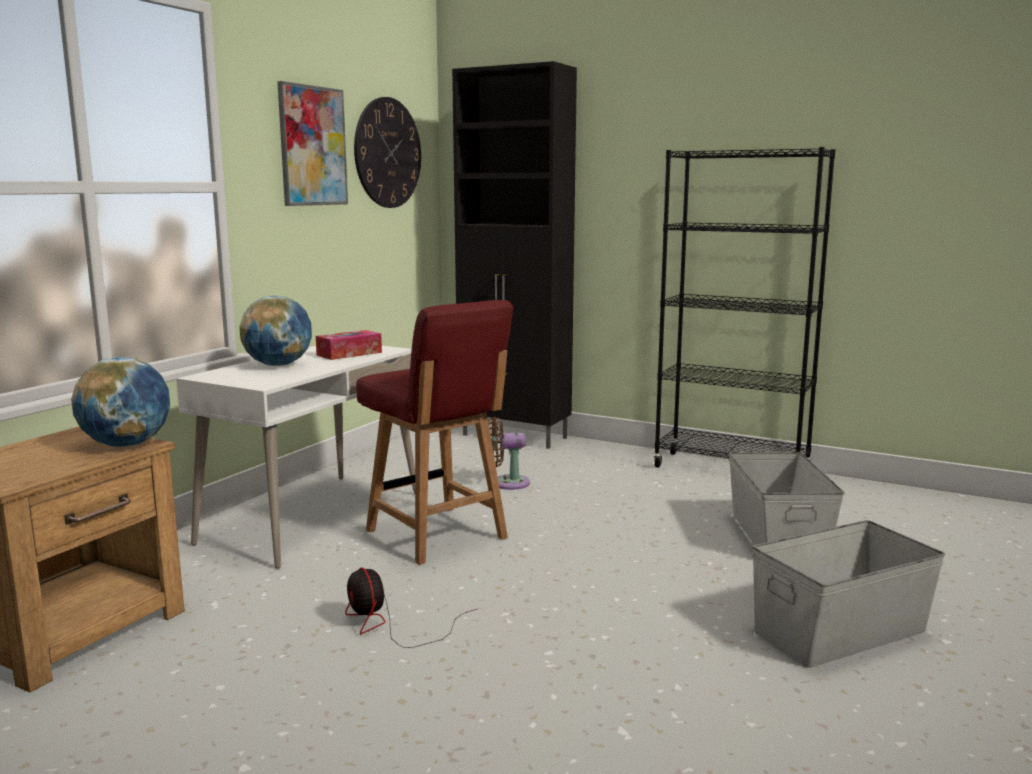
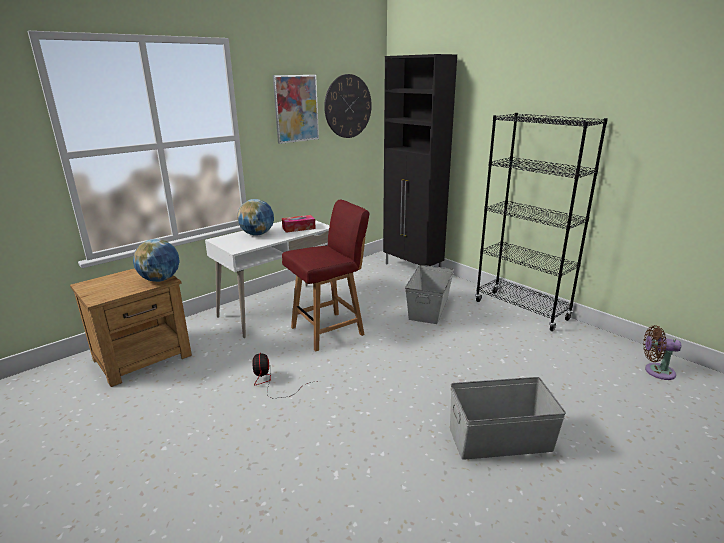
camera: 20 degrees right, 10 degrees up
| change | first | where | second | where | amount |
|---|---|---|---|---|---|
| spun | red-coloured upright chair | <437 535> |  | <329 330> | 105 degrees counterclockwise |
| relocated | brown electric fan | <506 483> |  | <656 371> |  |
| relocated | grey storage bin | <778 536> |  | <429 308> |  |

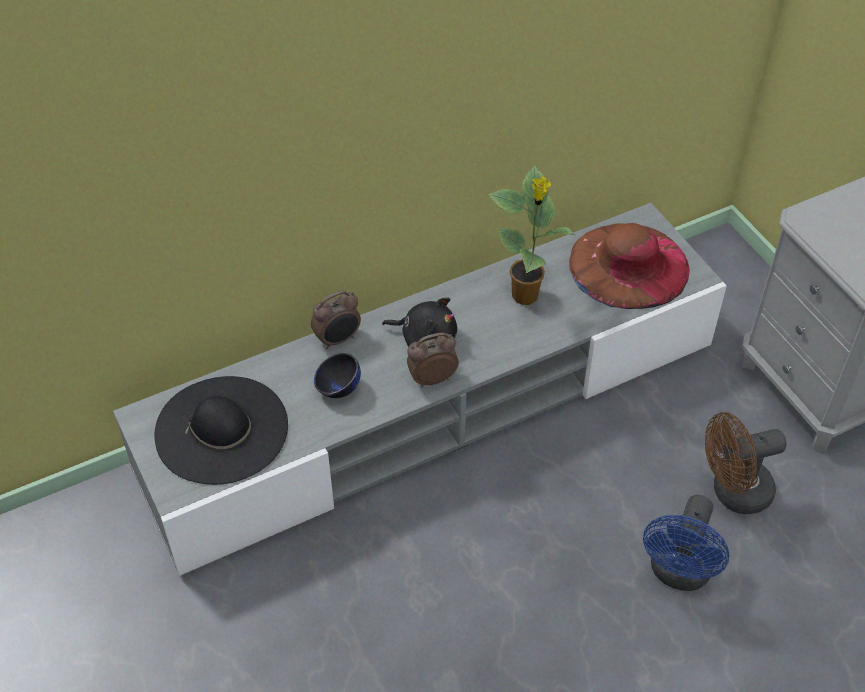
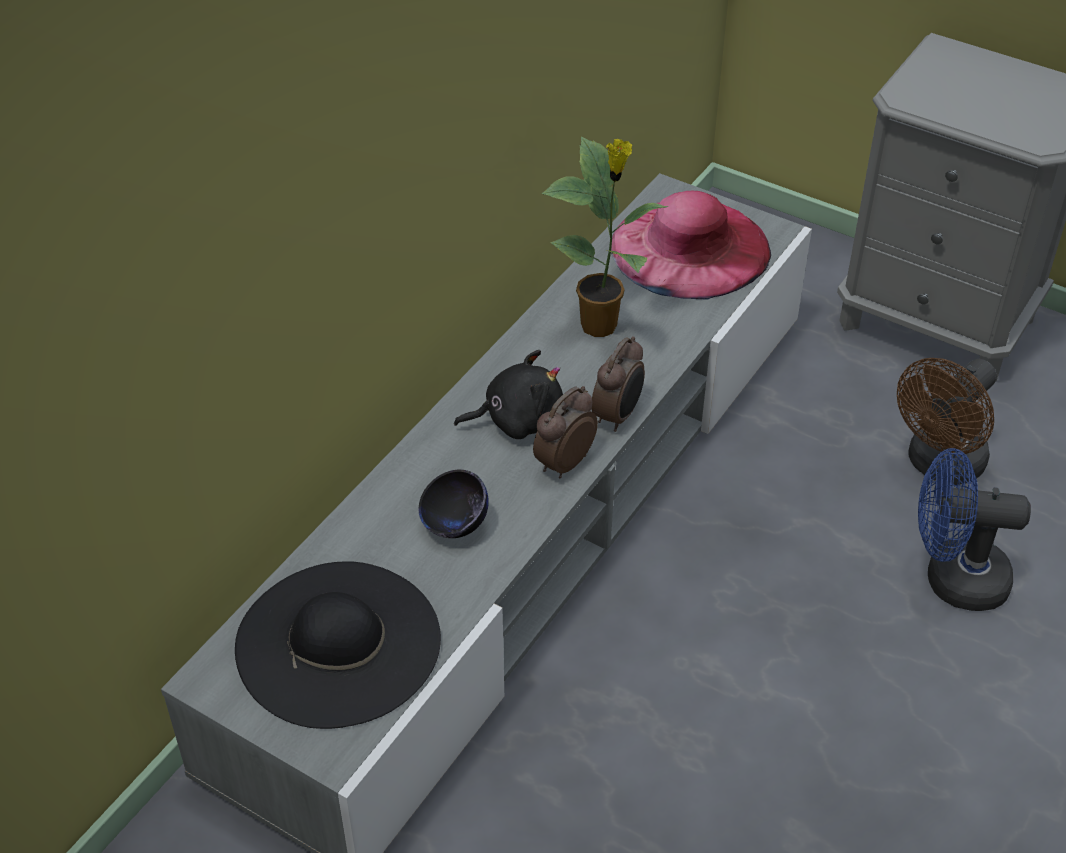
camera: 30 degrees left, 5 degrees down
| change | first | where | second | where | amount |
|---|---|---|---|---|---|
| relocated | alarm clock | <338 340> |  | <618 415> |  |
| colour | brown wearable hat | <628 265> | pinkish wearable hat | <690 247> |  |
| spun | blue electric fan | <679 574> |  | <952 579> | 105 degrees clockwise |

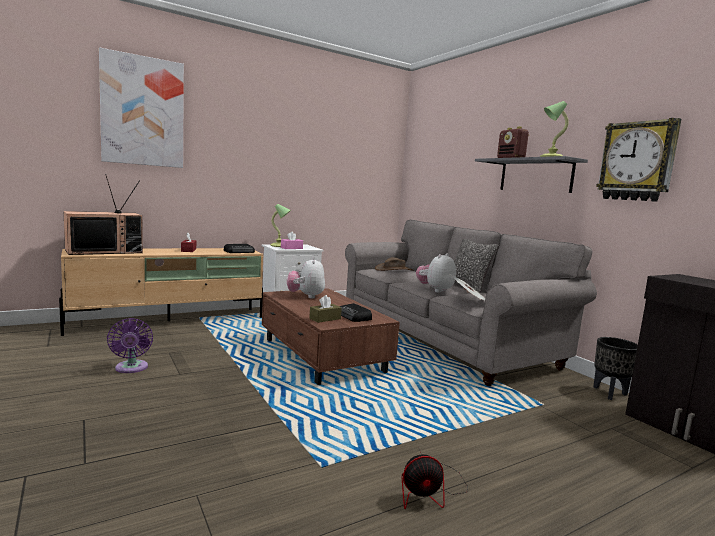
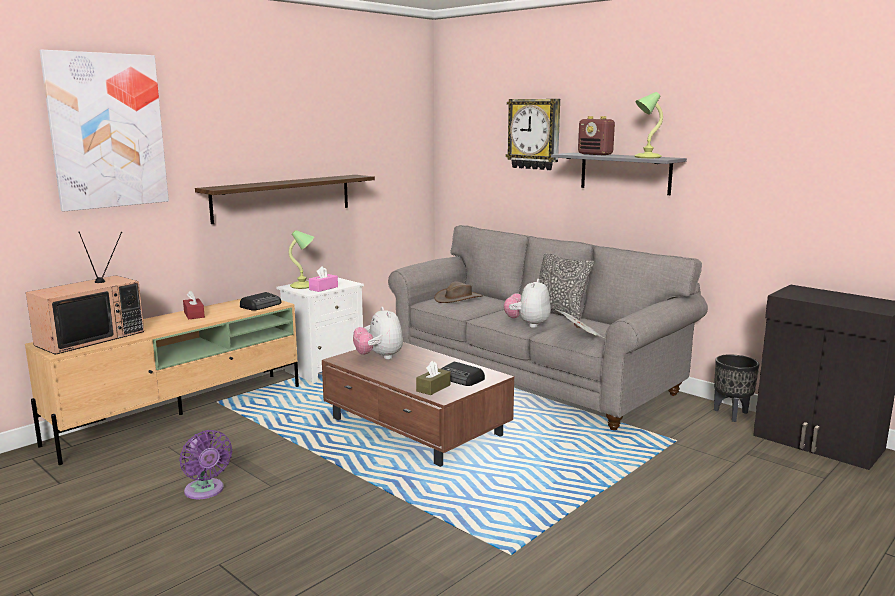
camera: 15 degrees left, 5 degrees up
| change | first | where | second | where | amount |
|---|---|---|---|---|---|
| missing | electric fan | <430 490> |  |  |  |
| relocated | wall clock | <637 161> |  | <534 134> |  |
| appeared |  |  | shelf | <283 198> |  |

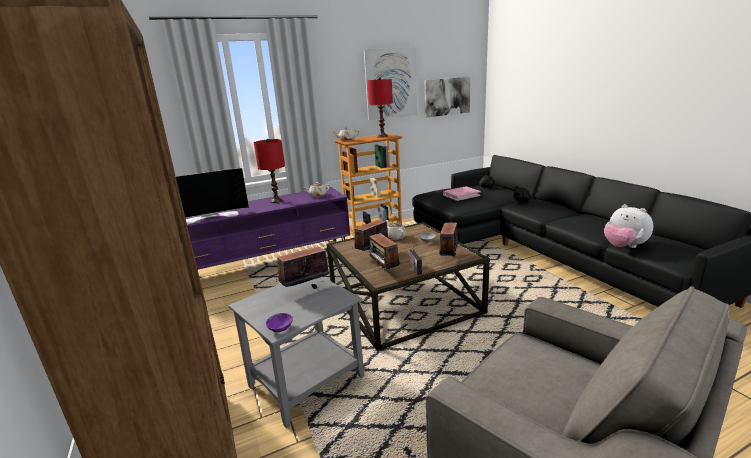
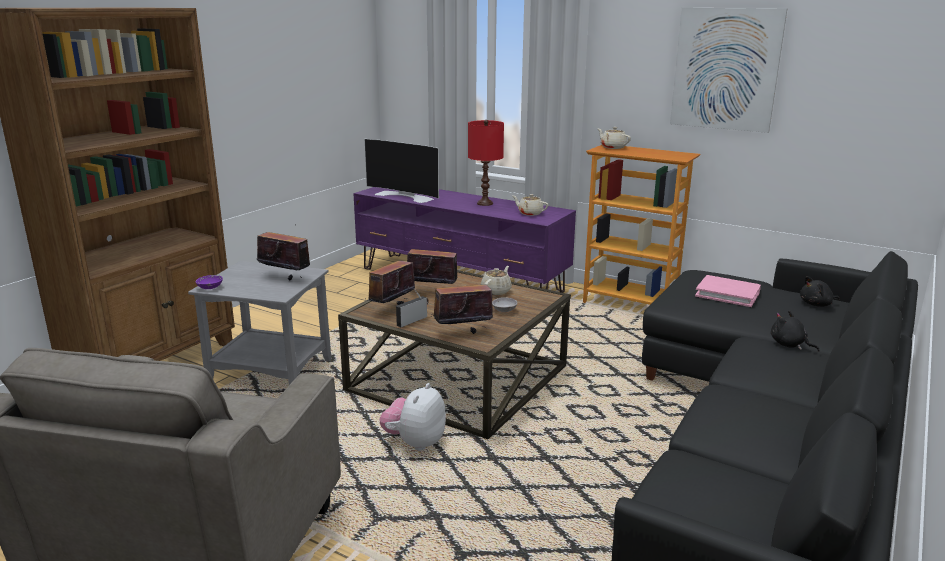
camera: 55 degrees right, 0 degrees up
| change | first | where | second | where | amount |
|---|---|---|---|---|---|
| missing | red-coloured table lamp | <382 136> |  |  |  |
| missing | picture | <446 96> |  |  |  |
| relocated | cuddly toy | <624 247> |  | <415 443> |  |

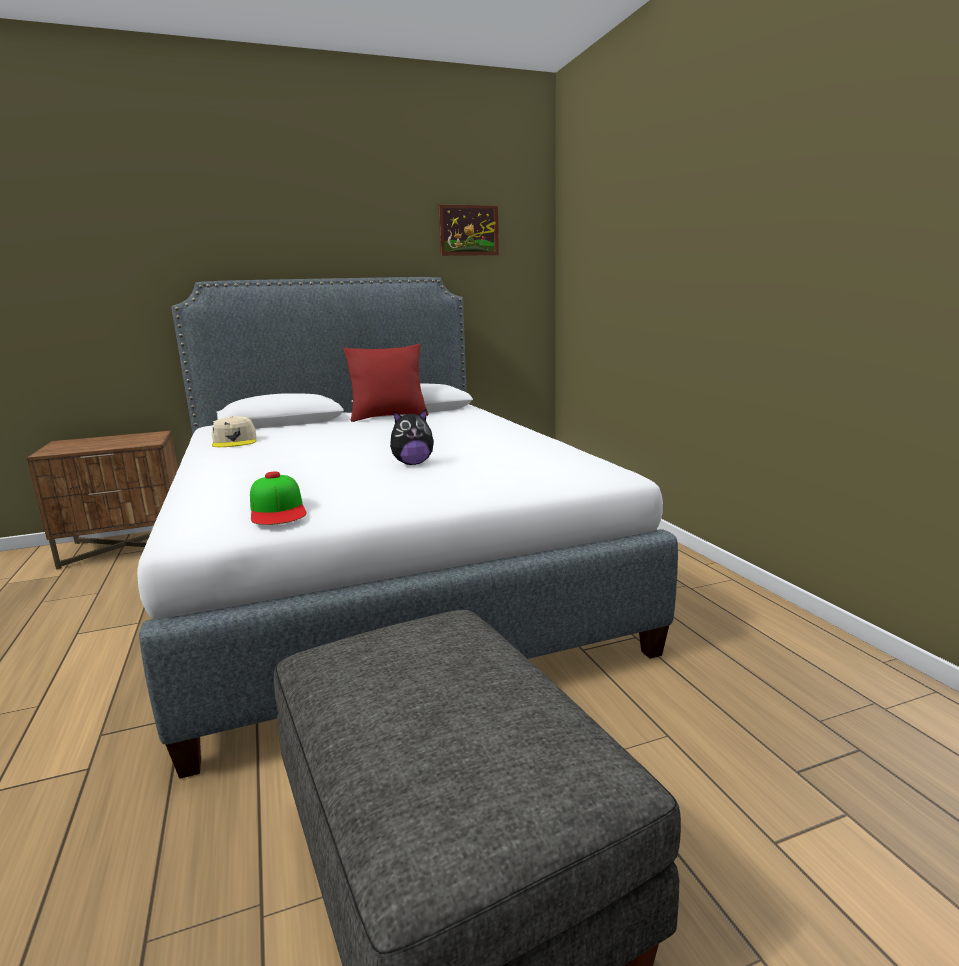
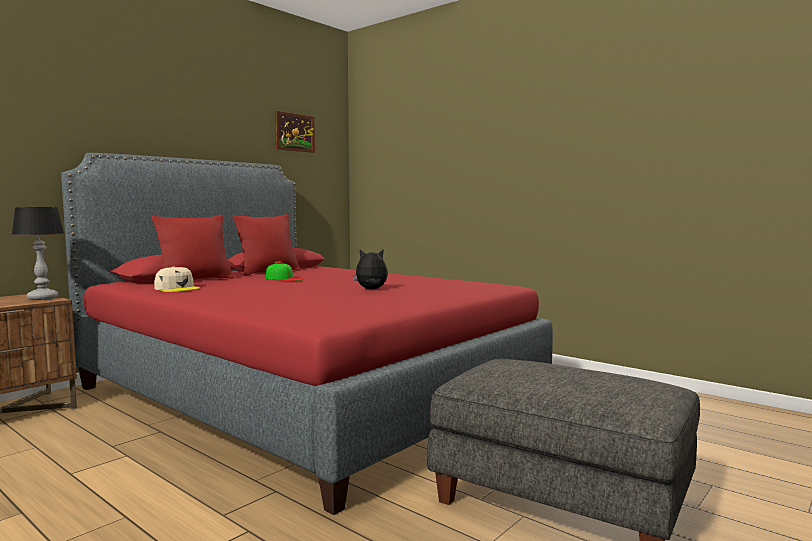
camera: 30 degrees left, 10 degrees down
| change | first | where | second | where | amount |
|---|---|---|---|---|---|
| colour | whitish bedroom bed | <380 573> | red-coloured bedroom bed | <303 394> |  |
| relocated | cap | <278 509> |  | <284 278> |  |
| spun | cuddly toy | <413 463> |  | <371 289> | 135 degrees counterclockwise |
| appeared |  |  | table lamp | <42 298> |  |
| appeared |  |  | red-coloured pillow | <195 280> |  |

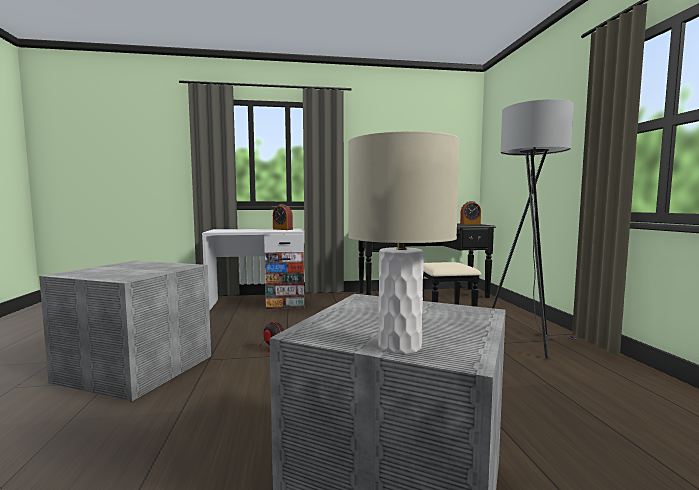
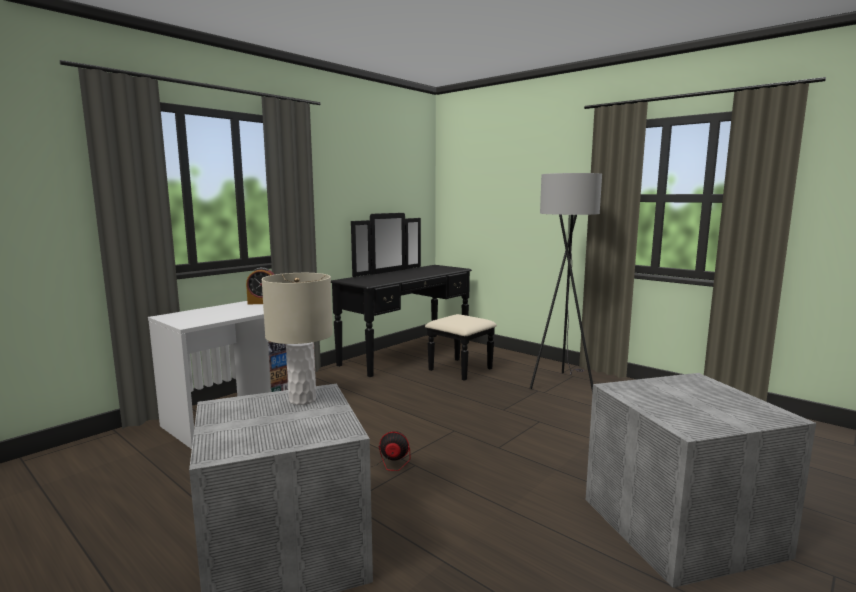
camera: 40 degrees left, 5 degrees up
| change | first | where | second | where | amount |
|---|---|---|---|---|---|
| relocated | beige table lamp | <399 346> |  | <302 400> |  |
| missing | alarm clock | <470 224> |  |  |  |

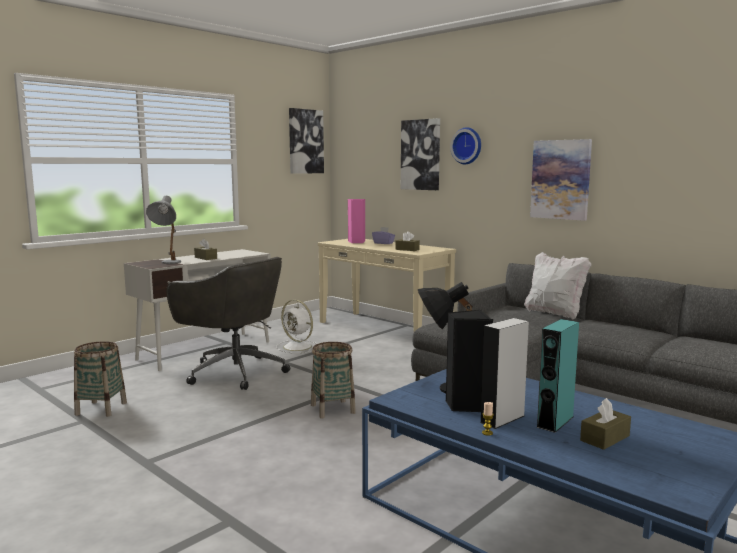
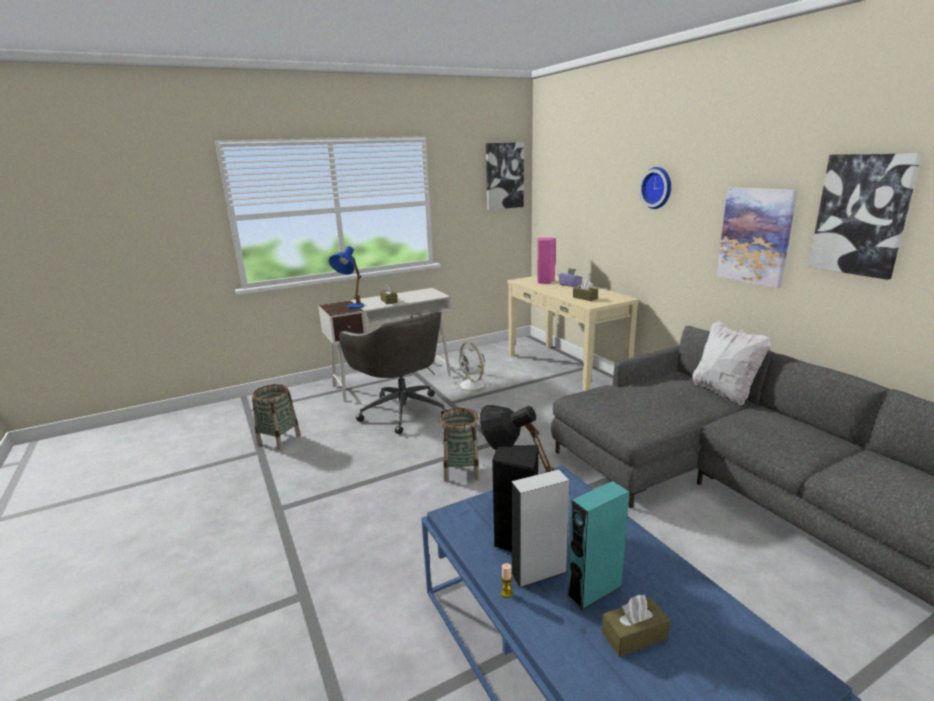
camera: 20 degrees right, 10 degrees up
| change | first | where | second | where | amount |
|---|---|---|---|---|---|
| colour | grey table lamp | <168 263> | blue table lamp | <351 308> |  |
| relocated | picture | <421 155> |  | <861 215> |  |

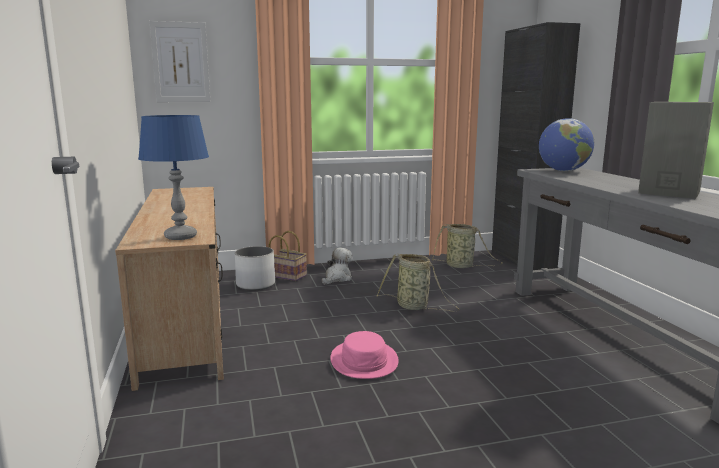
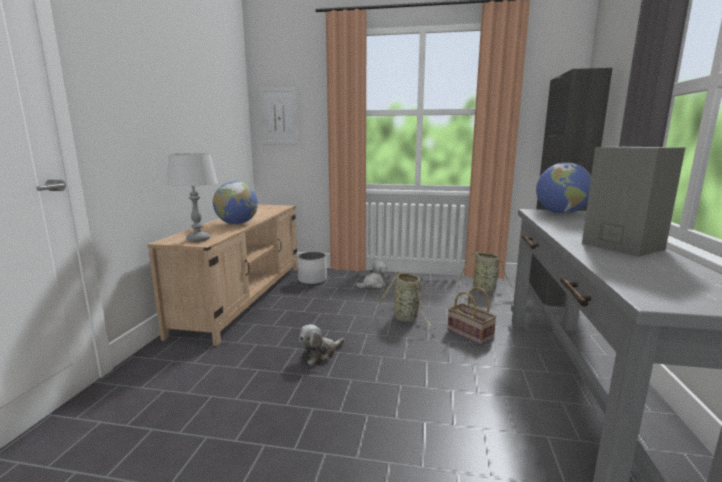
camera: 25 degrees right, 0 degrees up
| change | first | where | second | where | amount |
|---|---|---|---|---|---|
| colour | blue table lamp | <180 236> | grey table lamp | <198 239> |  |
| relocated | household basket | <287 275> |  | <471 334> |  |
| exchanged | pinkish wearable hat | <364 360> | cuddly toy | <320 354> |  |
| appeared |  |  | desk globe | <237 224> |  |

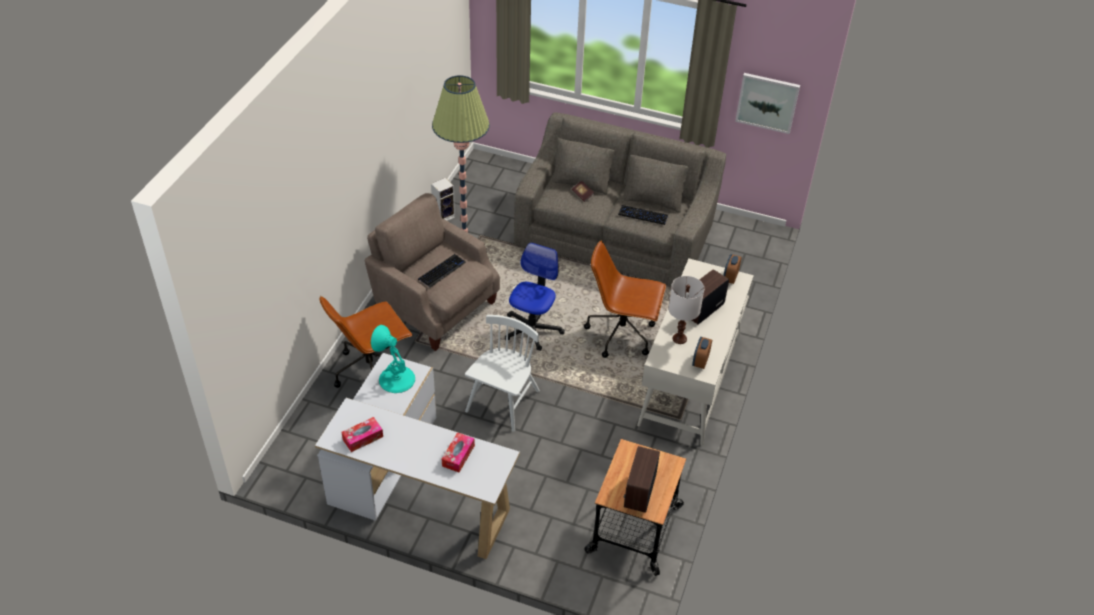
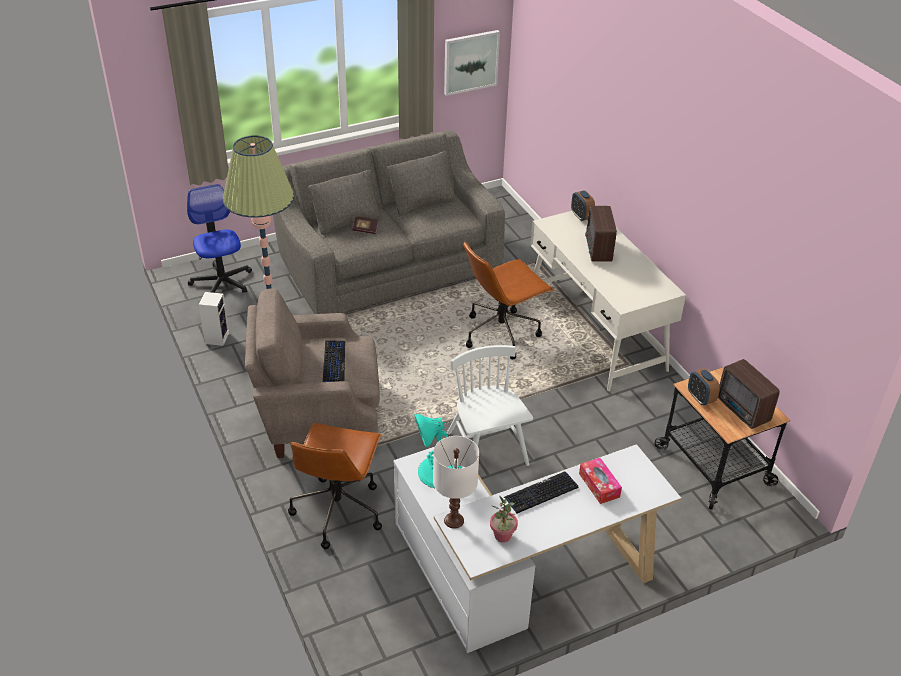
camera: 45 degrees left, 5 degrees down
| change | first | where | second | where | amount |
|---|---|---|---|---|---|
| exchanged | tissue box | <363 438> | houseplant | <502 536> |  |
| relocated | desk chair | <532 329> |  | <222 282> |  |
| relocated | PC keyboard | <643 215> |  | <541 493> |  |
| relocated | whitish table lamp | <679 338> |  | <454 520> |  |
| relocated | alarm clock | <700 361> |  | <700 398> |  |

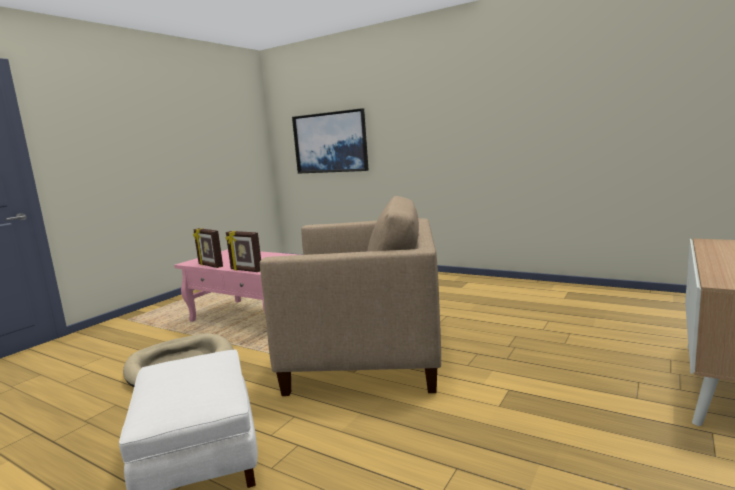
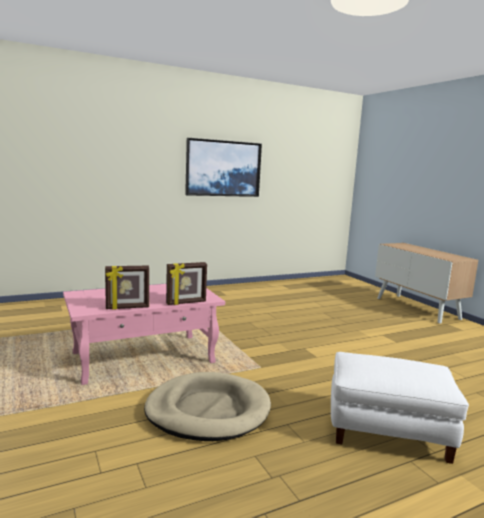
camera: 60 degrees left, 0 degrees up
| change | first | where | second | where | amount |
|---|---|---|---|---|---|
| missing | beige lounge chair | <364 354> |  |  |  |
| relocated | picture | <330 142> |  | <223 168> |  |

